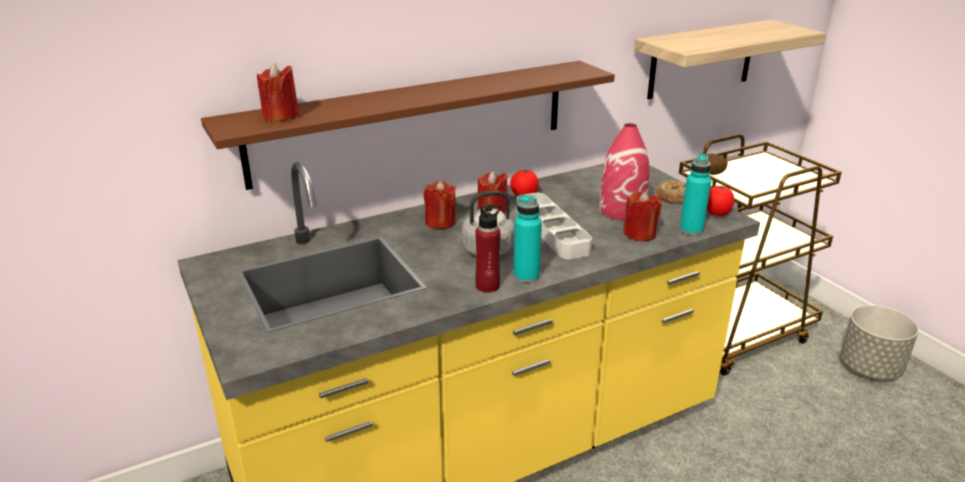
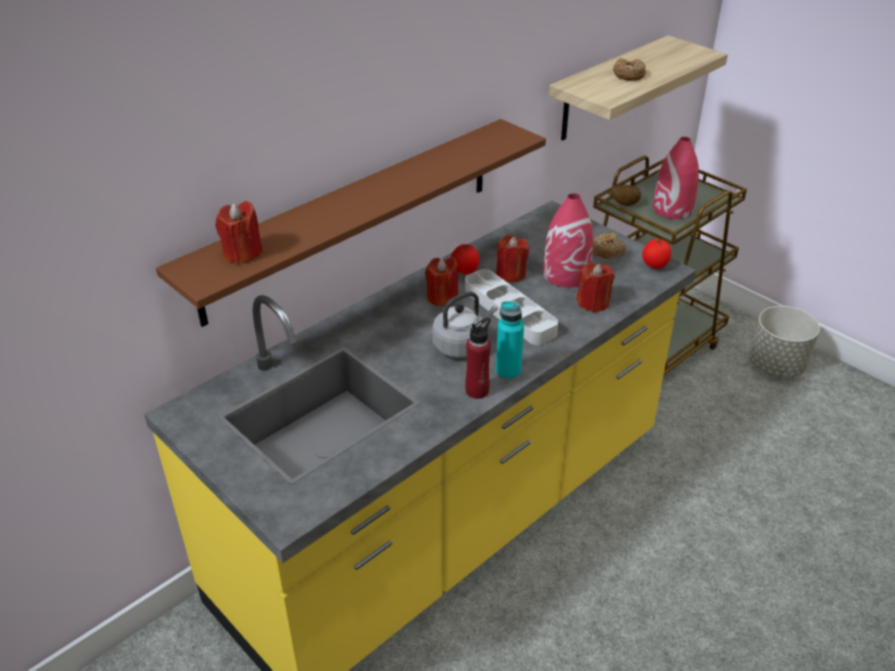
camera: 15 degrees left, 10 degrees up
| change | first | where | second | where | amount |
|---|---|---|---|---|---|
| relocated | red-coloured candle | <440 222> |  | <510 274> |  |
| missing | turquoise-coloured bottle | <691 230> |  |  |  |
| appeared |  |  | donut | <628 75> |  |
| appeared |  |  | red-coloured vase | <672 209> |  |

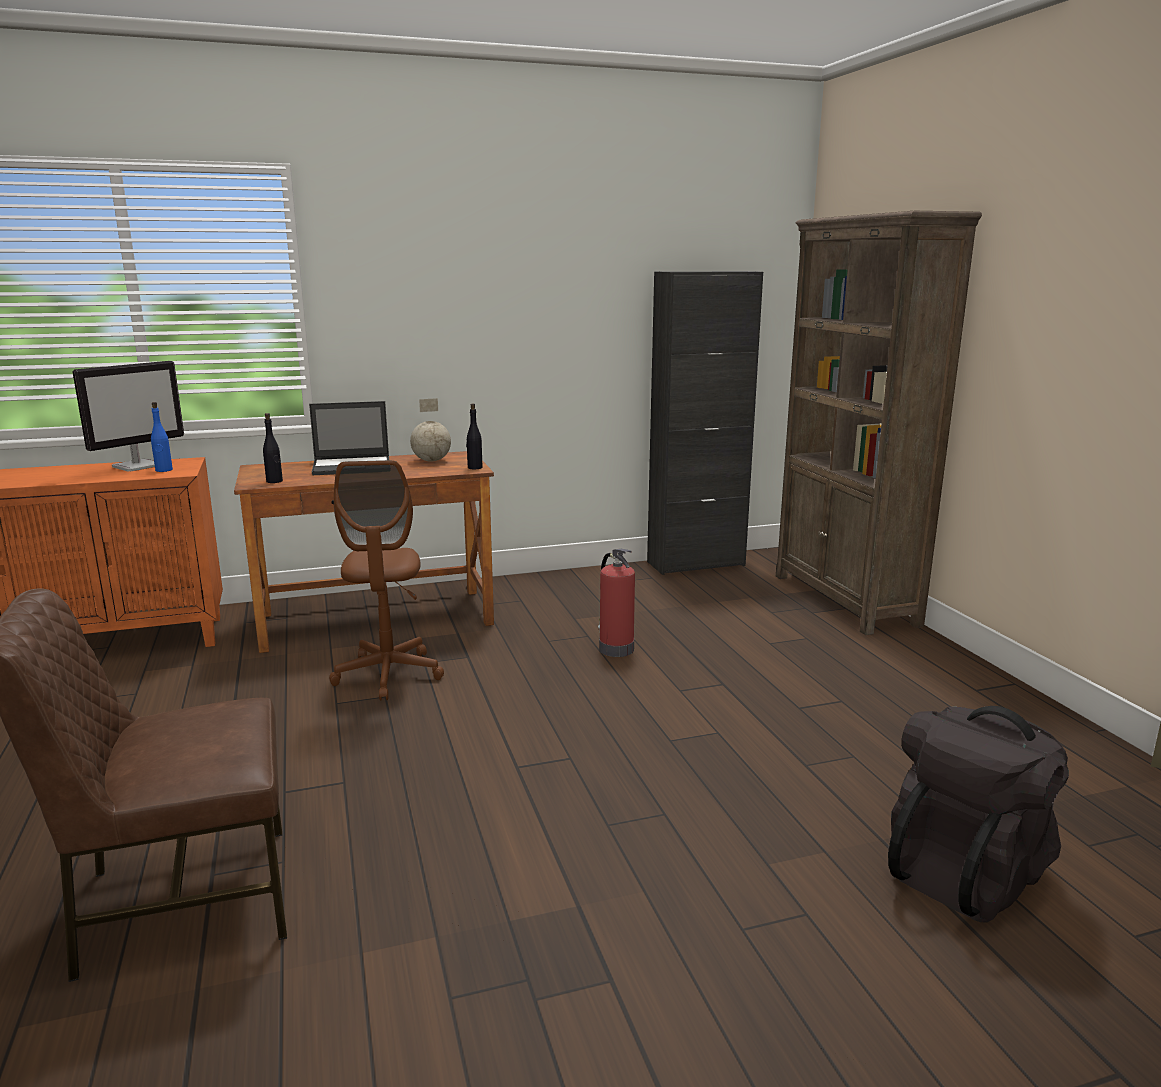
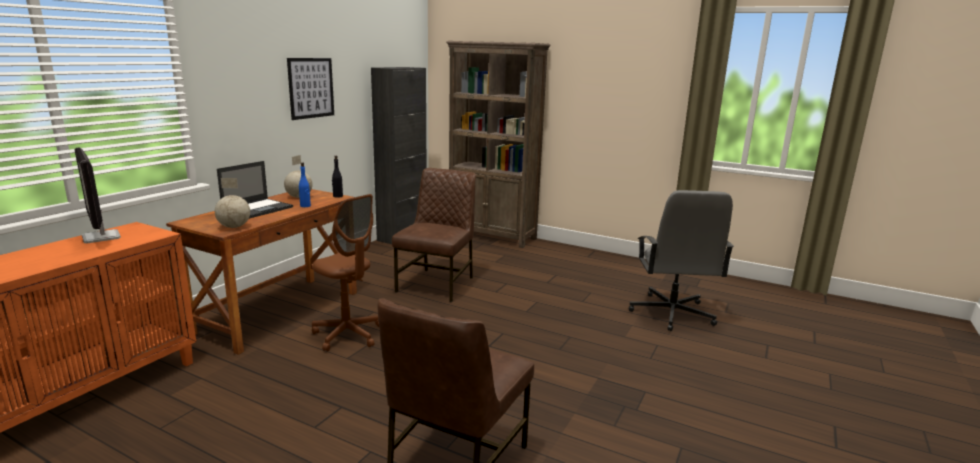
camera: 45 degrees left, 0 degrees up
| change | first | where | second | where | amount |
|---|---|---|---|---|---|
| spun | monitor | <138 466> |  | <101 237> | 150 degrees clockwise |
| relocated | blue bottle | <164 470> |  | <305 206> |  |
| exchanged | black bottle | <274 481> | desk globe | <234 227> |  |
| exchanged | extinguisher | <615 648> | brown upright chair | <437 284> |  |
| exchanged | black backpack | <966 871> | grey desk chair | <671 313> |  |
| appeared |  |  | picture | <311 88> |  |

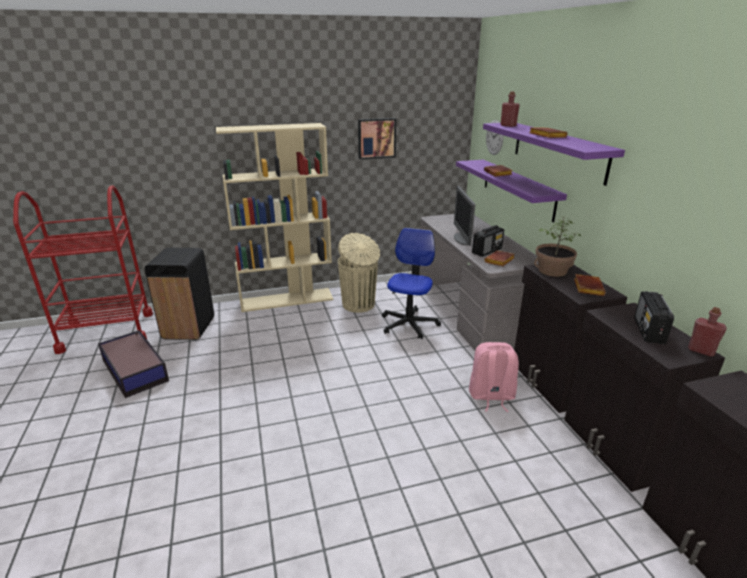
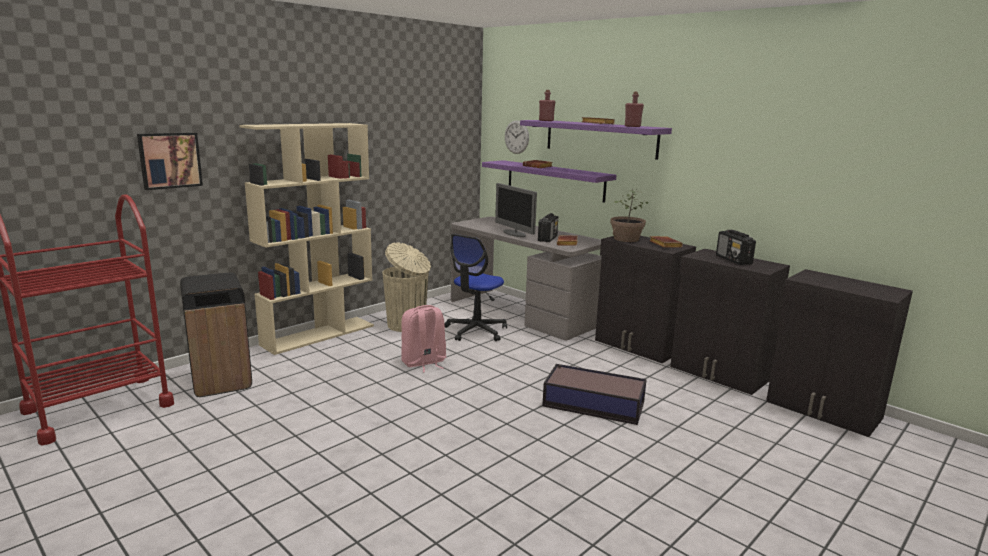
camera: 30 degrees left, 10 degrees down
| change | first | where | second | where | amount |
|---|---|---|---|---|---|
| relocated | storage bin | <135 369> |  | <592 403> |  |
| relocated | picture | <376 138> |  | <169 160> |  |
| spun | desk chair | <409 324> |  | <476 331> | 135 degrees counterclockwise |
| relocated | pinkish backpack | <491 396> |  | <423 363> |  |
| relocated | red-coloured bottle | <701 351> |  | <632 126> |  |

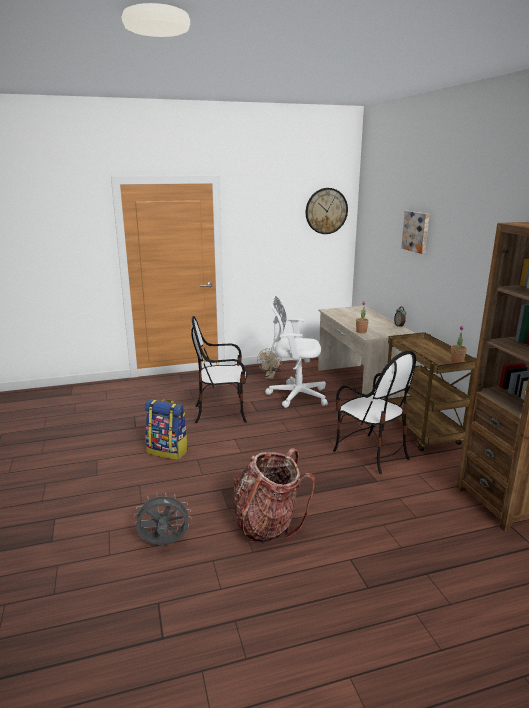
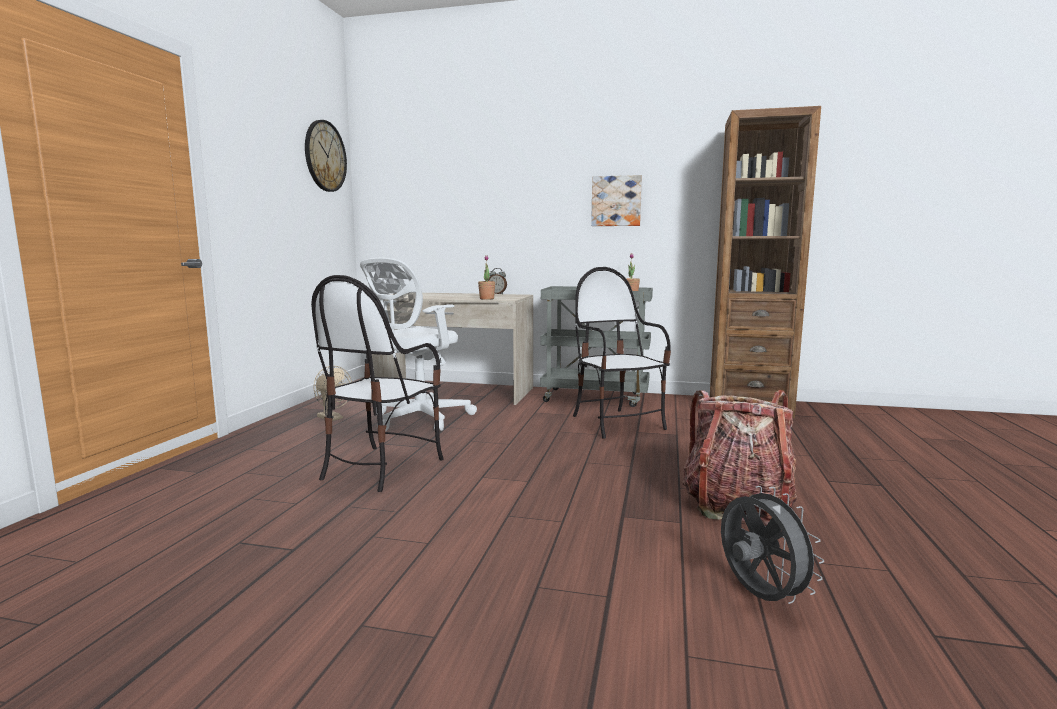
camera: 60 degrees left, 10 degrees down
| change | first | where | second | where | amount |
|---|---|---|---|---|---|
| spun | grey electric fan | <164 544> |  | <759 597> | 135 degrees clockwise |
| missing | backpack | <168 451> |  |  |  |
| spun | upright chair | <370 454> |  | <616 423> | 105 degrees counterclockwise |
| colour | brown wheeled cart | <421 432> | grey wheeled cart | <596 397> |  |
| relocated | picture | <416 231> |  | <616 201> |  |

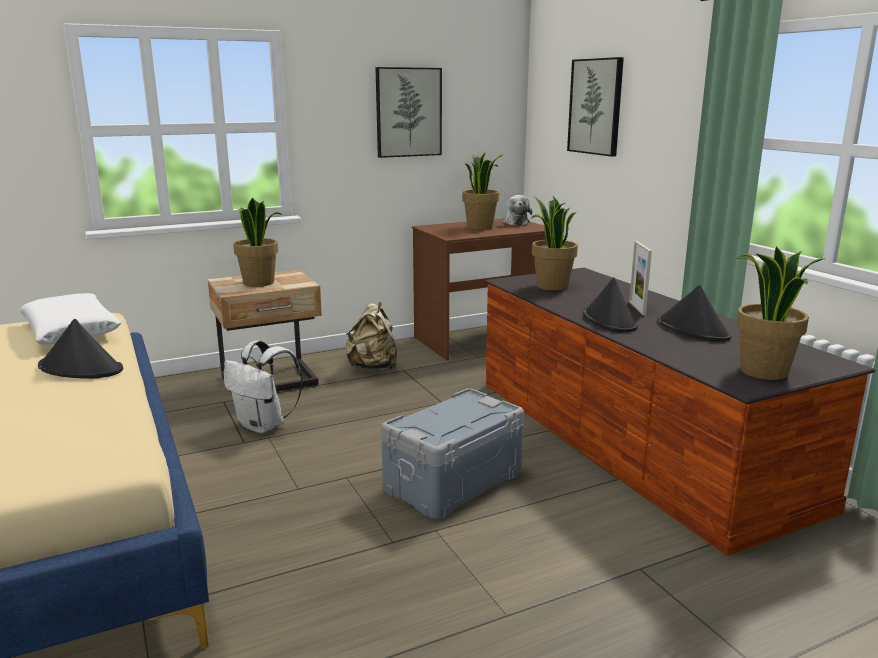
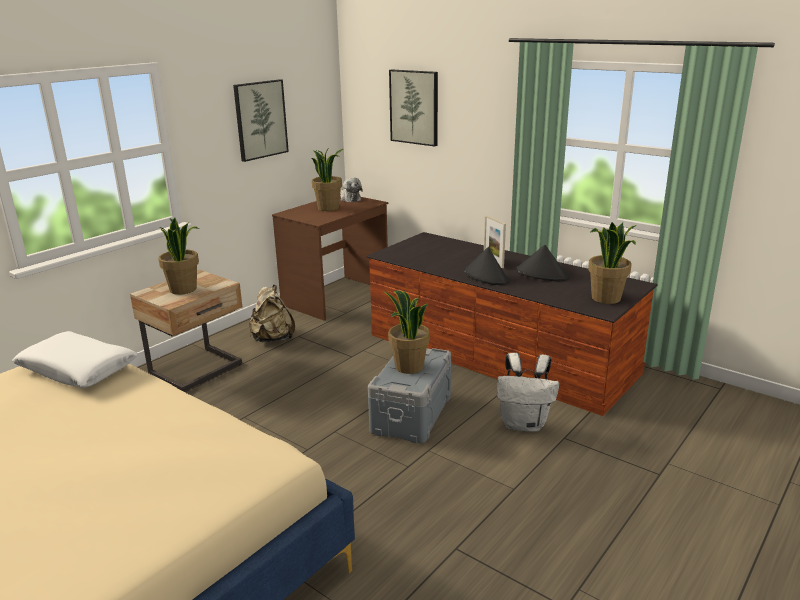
camera: 25 degrees left, 5 degrees up
| change | first | where | second | where | amount |
|---|---|---|---|---|---|
| missing | black wearable hat | <81 368> |  |  |  |
| relocated | whitish backpack | <264 426> |  | <524 424> |  |
| relocated | houseplant | <551 286> |  | <408 367> |  |

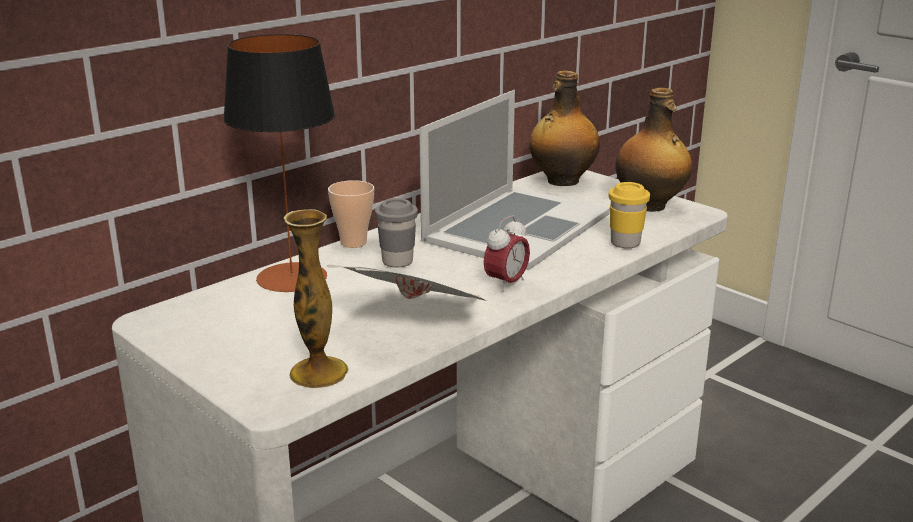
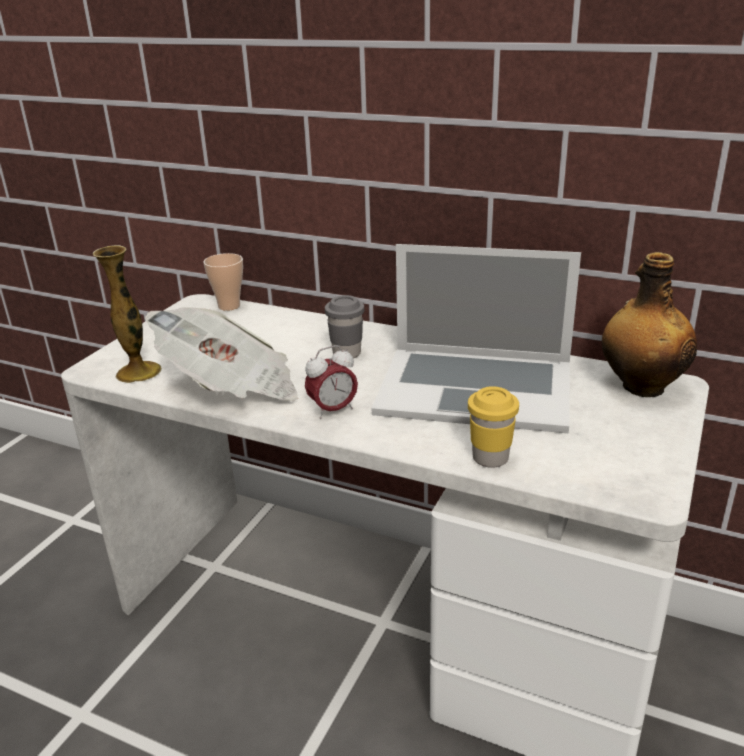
camera: 70 degrees right, 5 degrees up
| change | first | where | second | where | amount |
|---|---|---|---|---|---|
| missing | table lamp | <291 278> |  |  |  |
| relocated | cup | <353 243> |  | <229 306> |  |
| spun | alarm clock | <506 284> |  | <333 410> | 45 degrees counterclockwise |
| missing | bottle | <649 206> |  |  |  |

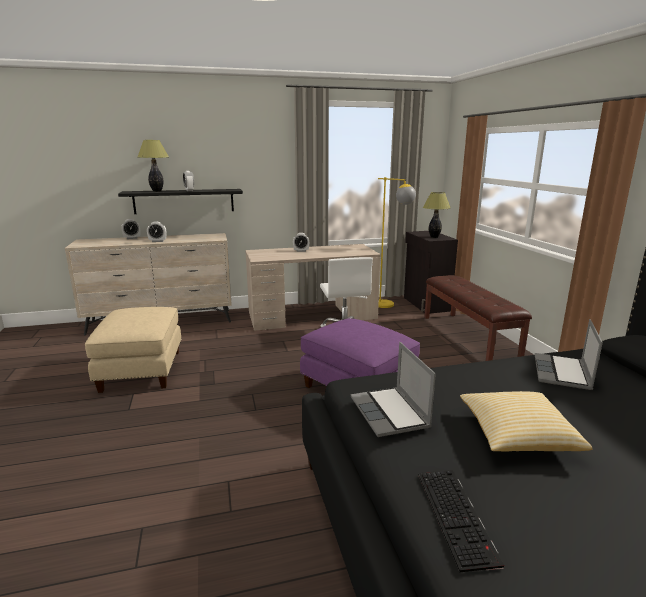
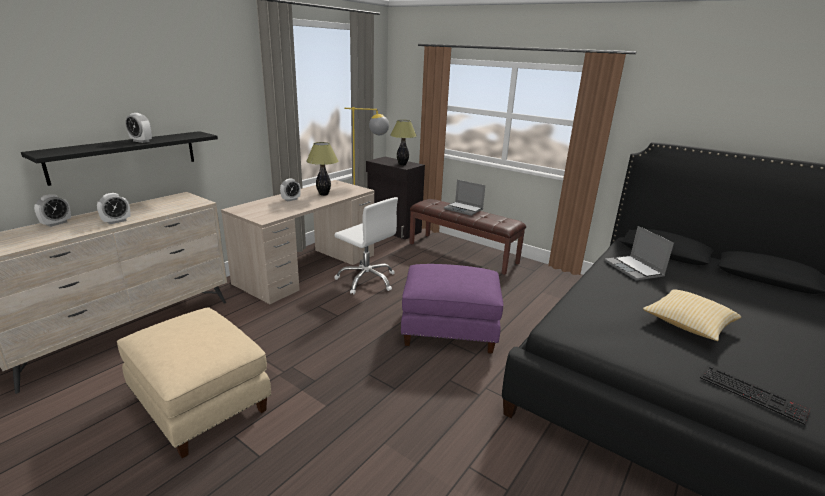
camera: 40 degrees left, 5 degrees up
| change | first | where | second | where | amount |
|---|---|---|---|---|---|
| relocated | table lamp | <157 191> |  | <324 194> |  |
| relocated | notebook computer | <390 413> |  | <464 209> |  |

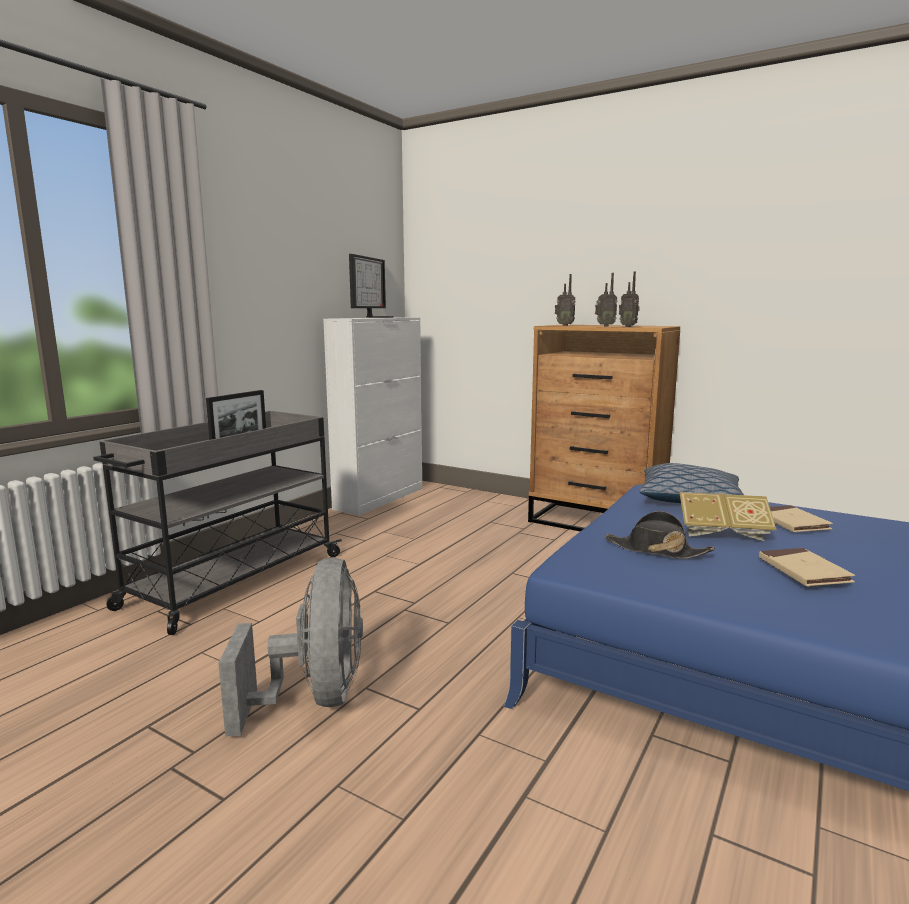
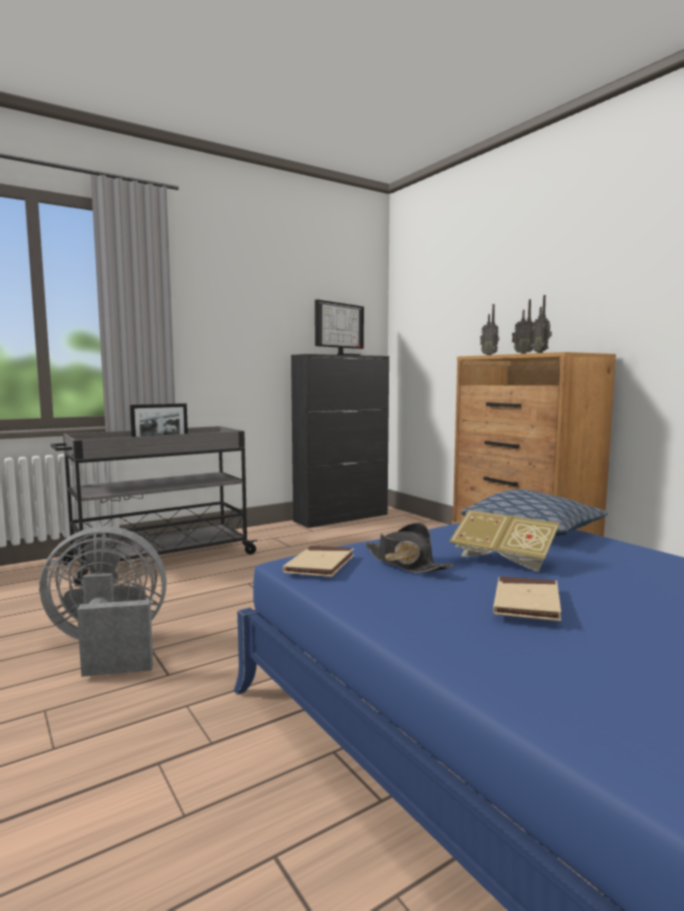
camera: 25 degrees right, 5 degrees down
| change | first | where | second | where | amount |
|---|---|---|---|---|---|
| spun | grey electric fan | <315 698> |  | <109 647> | 120 degrees counterclockwise |
| colour | whitish cupboard | <380 498> | black cupboard | <342 517> |  |
| relocated | beige book | <791 522> |  | <320 565> |  |

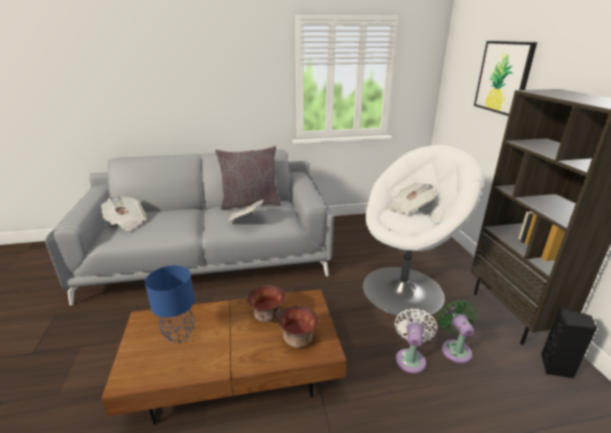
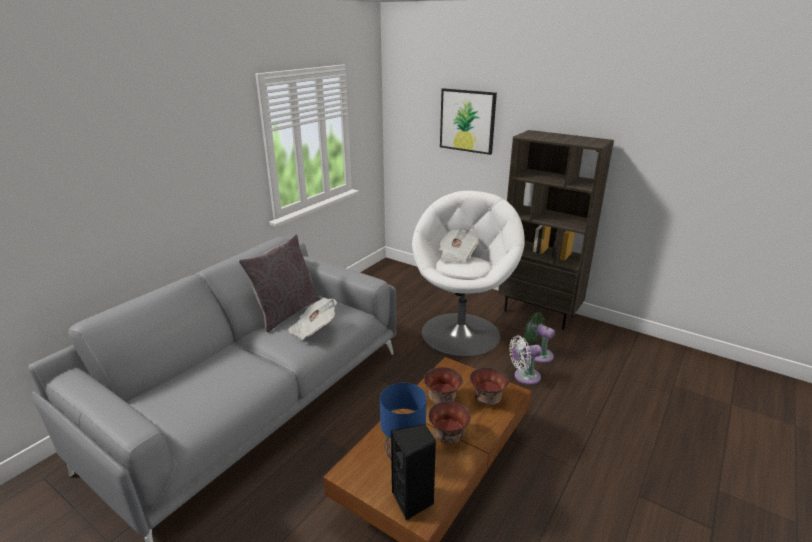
camera: 45 degrees left, 0 degrees up
| change | first | where | second | where | amount |
|---|---|---|---|---|---|
| missing | printed paper | <126 222> |  |  |  |
| spun | whitish electric fan | <410 358> |  | <524 377> | 75 degrees counterclockwise |
| relocated | black loudspeaker | <556 368> |  | <413 501> |  |
| appeared |  |  | bowl | <449 436> |  |

